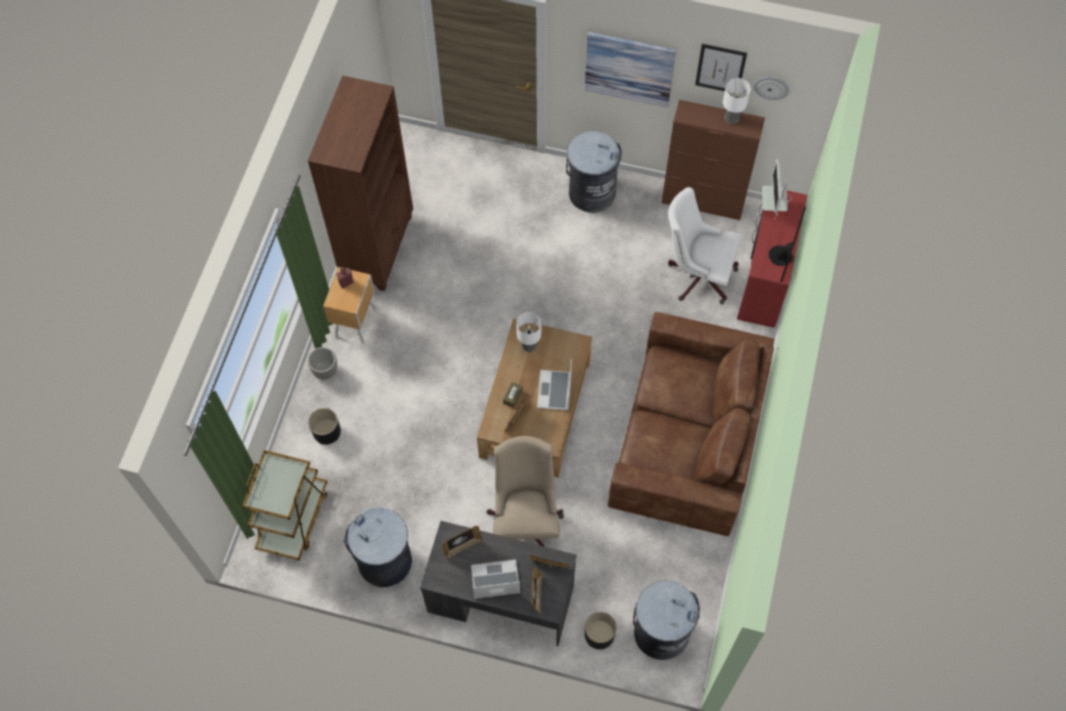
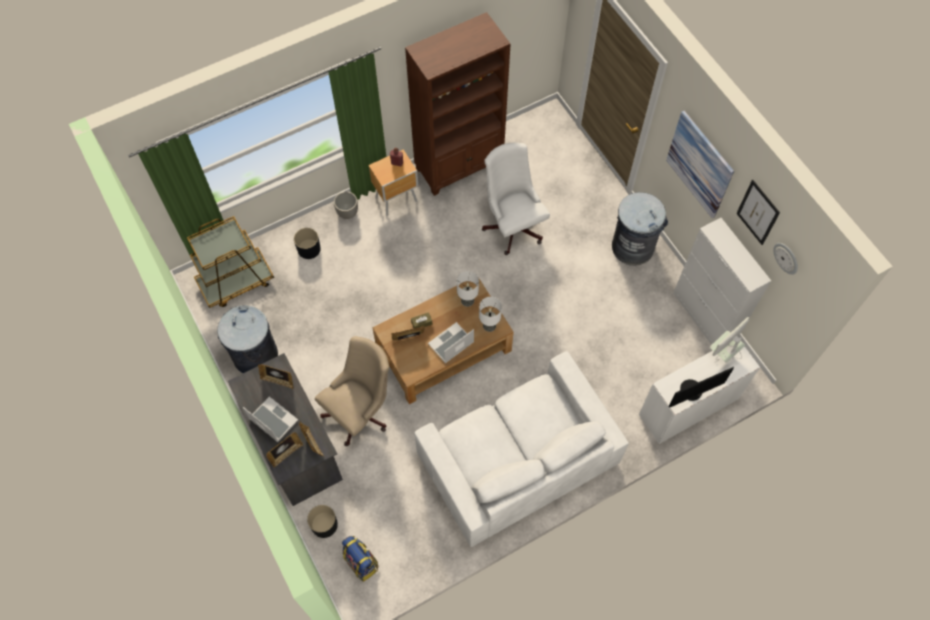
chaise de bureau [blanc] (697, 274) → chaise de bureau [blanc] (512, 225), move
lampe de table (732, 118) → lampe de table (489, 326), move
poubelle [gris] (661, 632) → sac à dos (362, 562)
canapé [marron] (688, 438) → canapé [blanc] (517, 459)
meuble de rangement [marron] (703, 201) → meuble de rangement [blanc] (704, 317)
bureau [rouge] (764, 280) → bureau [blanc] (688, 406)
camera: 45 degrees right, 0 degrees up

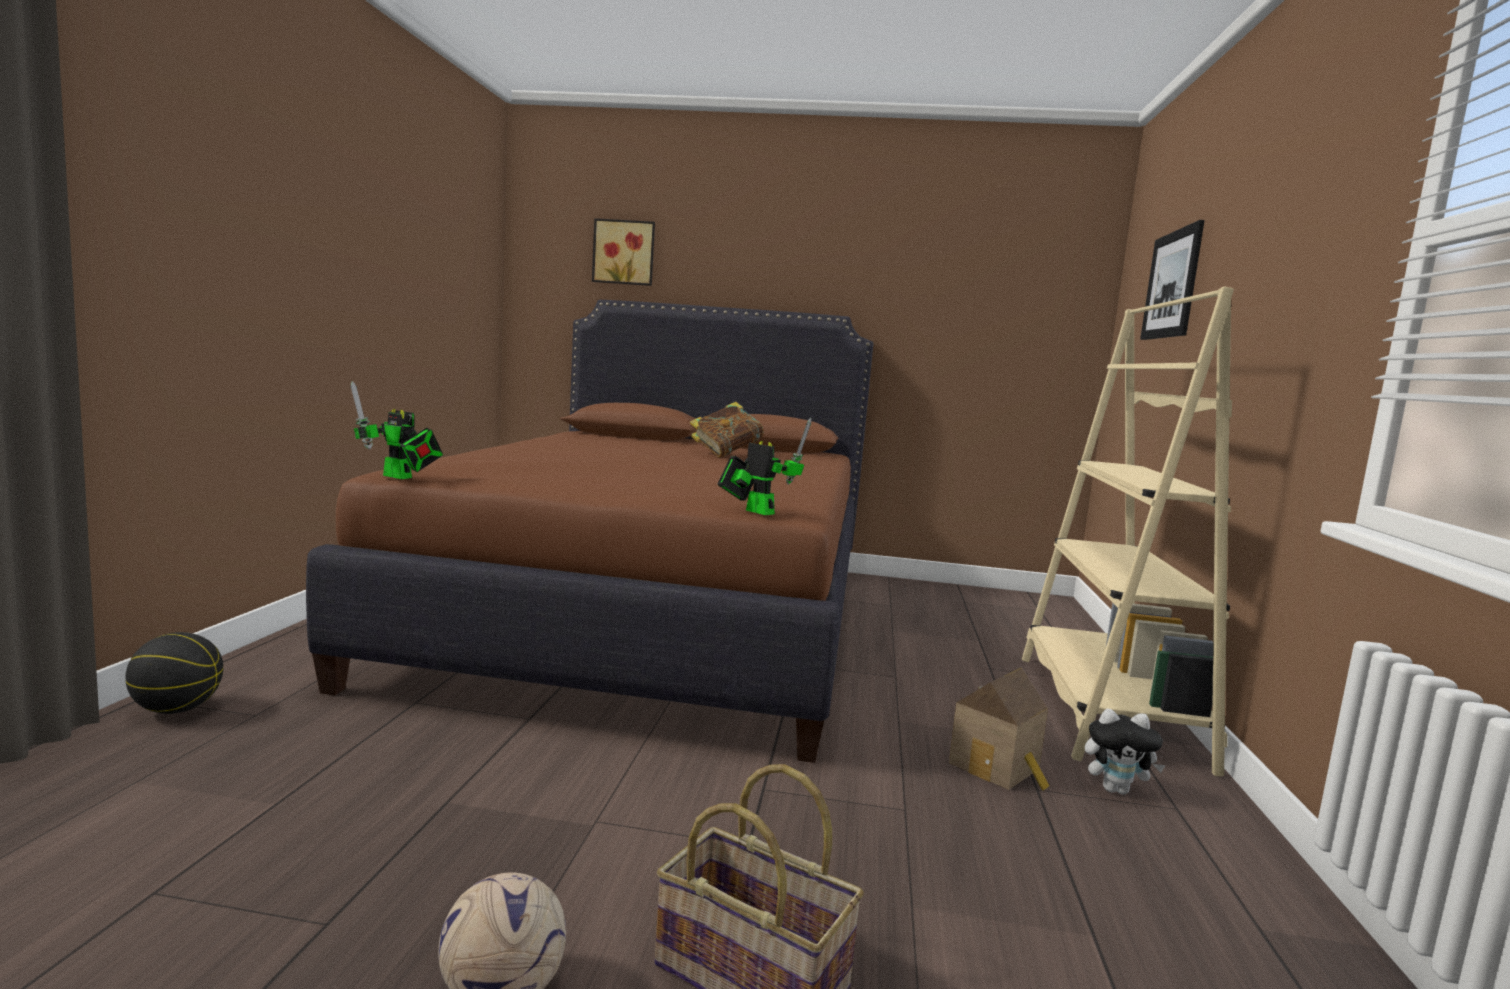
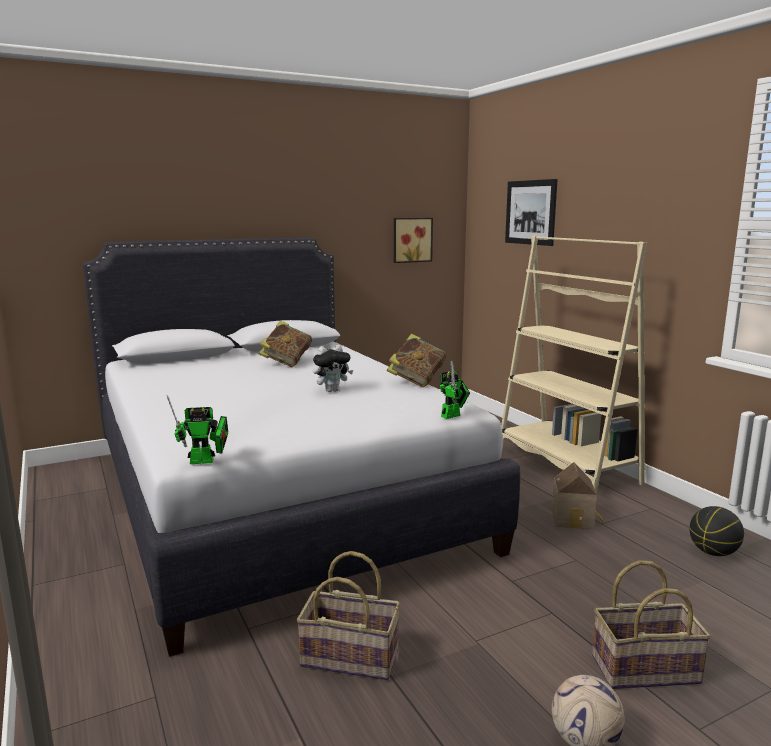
- → panier (351, 656)
- → livre (416, 381)
ballon de basket (177, 710) → ballon de basket (713, 552), move
tableau (624, 252) → tableau (411, 240), move
peluche (1116, 789) → peluche (332, 390), move
lit [marron] (653, 617) → lit [blanc] (276, 498)
robot jouet (756, 511) → robot jouet (453, 415), 135 degrees clockwise
camera: 35 degrees left, 5 degrees up

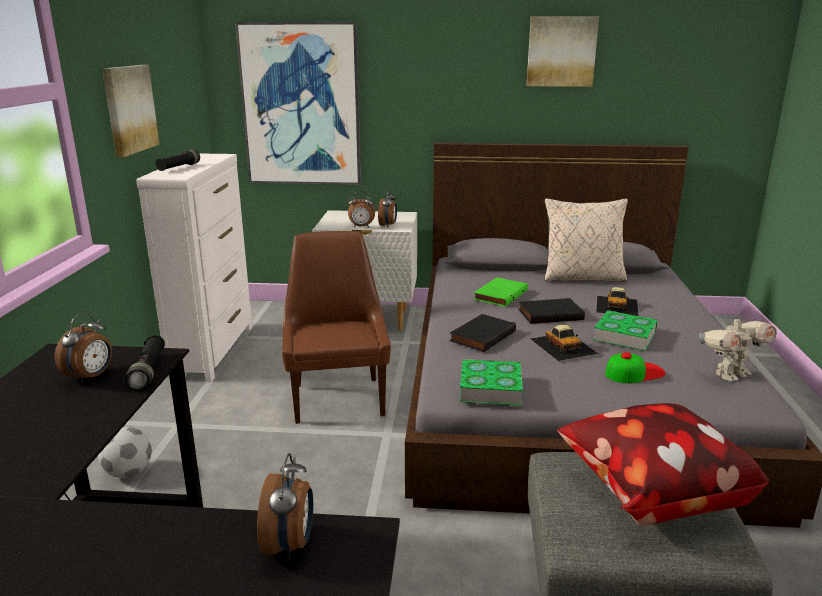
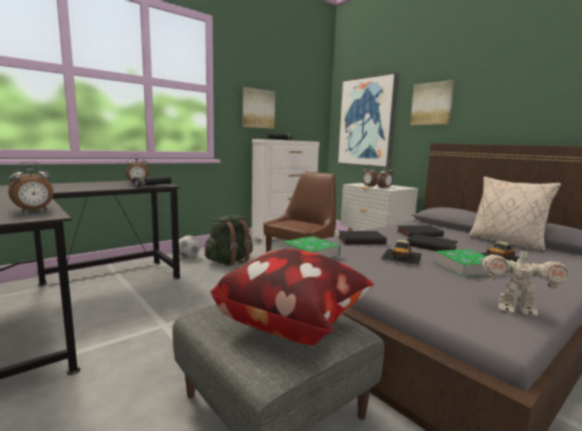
casquette (634, 372) → -
- → sac à dos [vert] (229, 261)
tableau (561, 51) → tableau (432, 104), move
livre [vert] (499, 295) → livre [noir] (419, 233)
camera: 45 degrees right, 10 degrees down

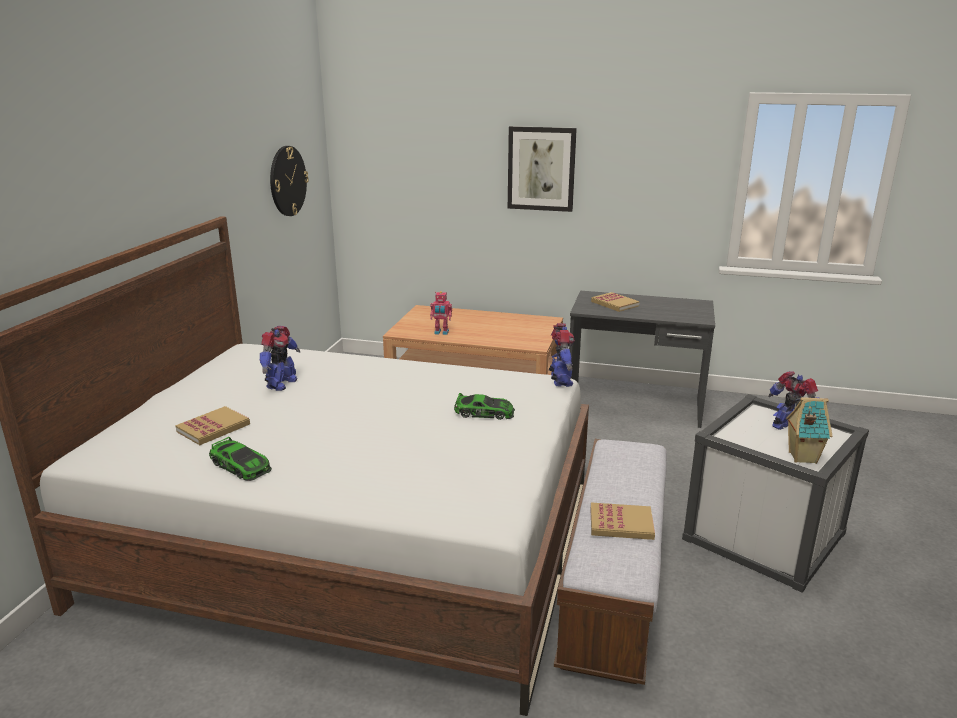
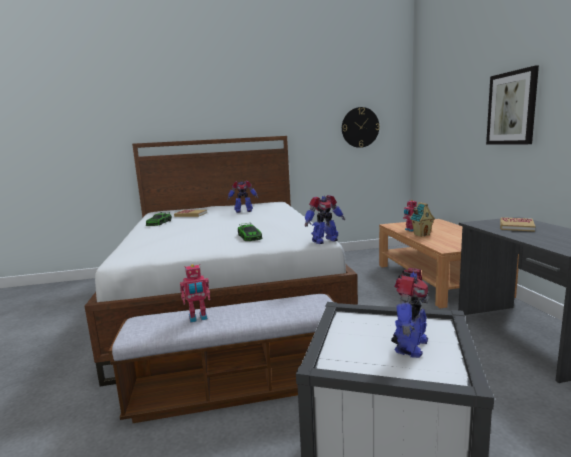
maison miniature (801, 457) → maison miniature (421, 235), move
livre (621, 524) → robot jouet (198, 318)
camera: 65 degrees right, 10 degrees down

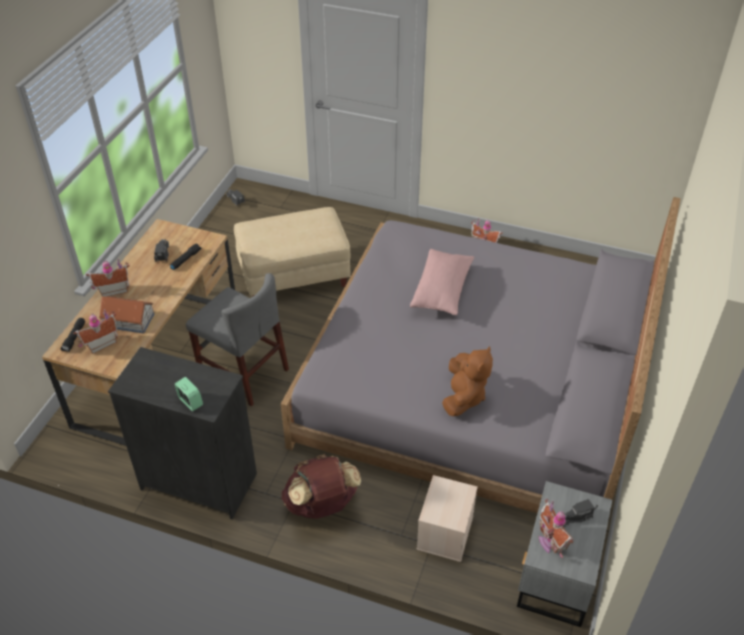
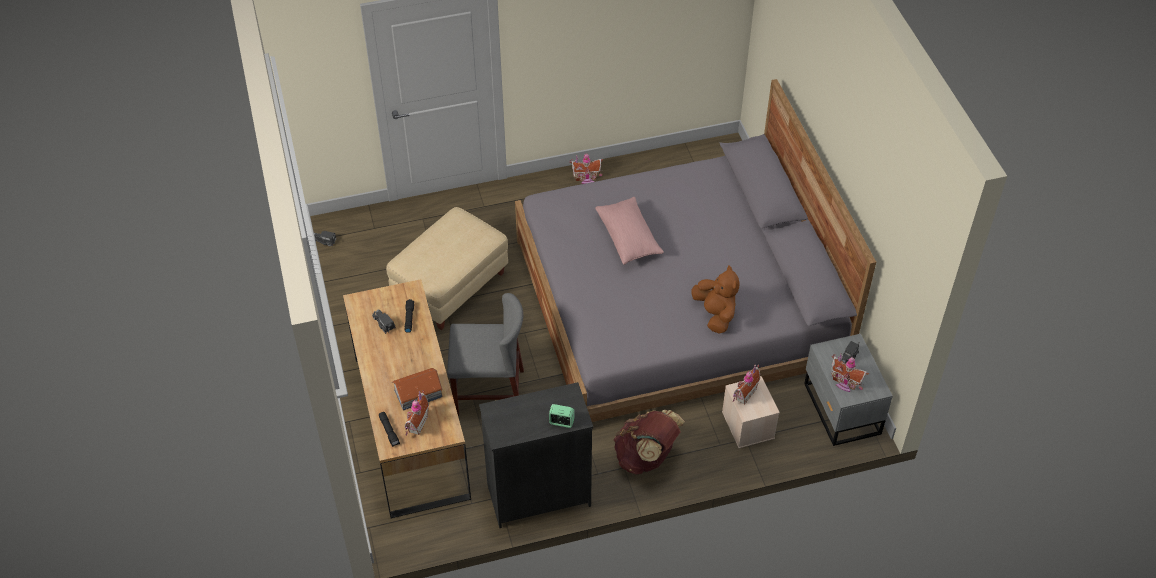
maison miniature (113, 290) → maison miniature (743, 394), move
camera: 35 degrees left, 5 degrees up

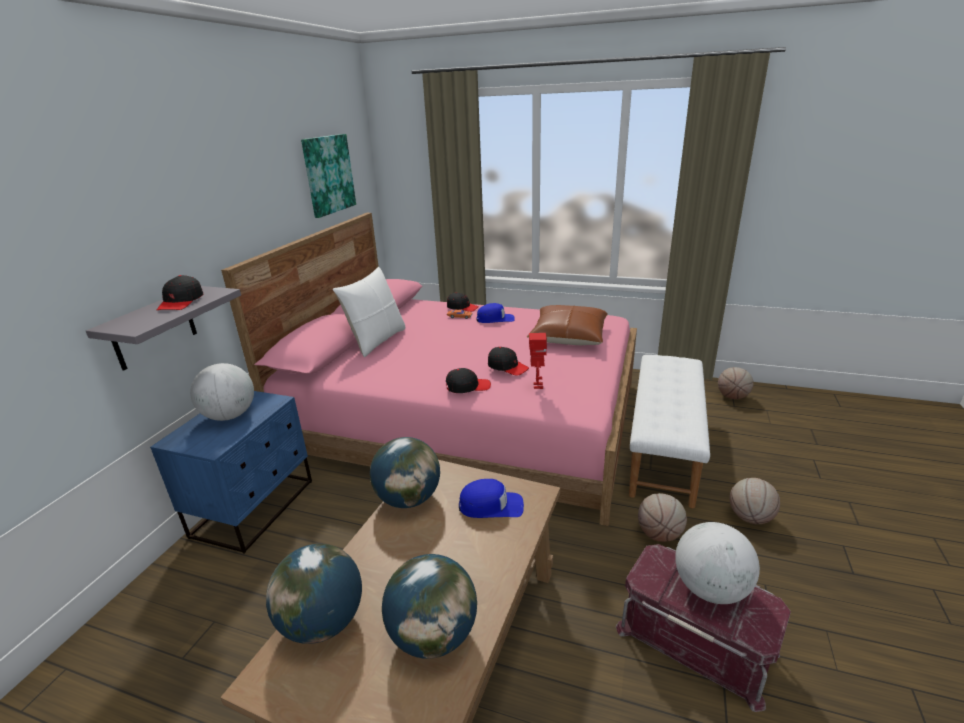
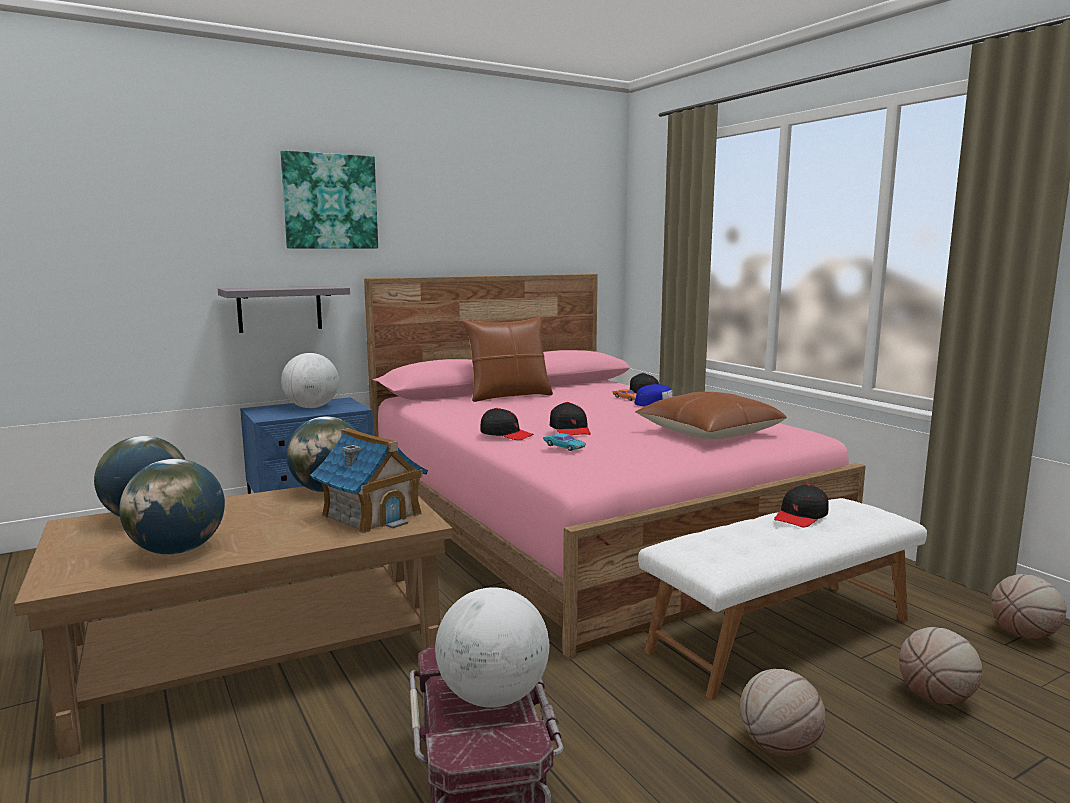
casquette [noir] (181, 302) → casquette [noir] (801, 516), move
tableau (328, 174) → tableau (330, 201), move
ballon de basket (659, 534) → ballon de basket (936, 698), move
casquette [bleu] (491, 505) → maison miniature (372, 515)
robot jouet (537, 386) → petite voiture [turquoise] (564, 446)
coussin [blanc] (376, 341) → coussin [marron] (508, 396)
camera: 40 degrees right, 15 degrees down

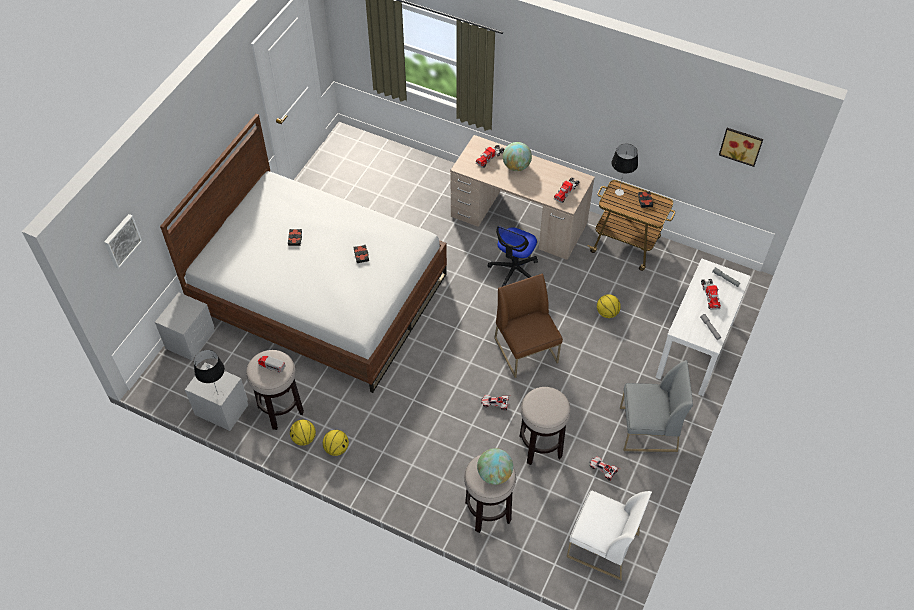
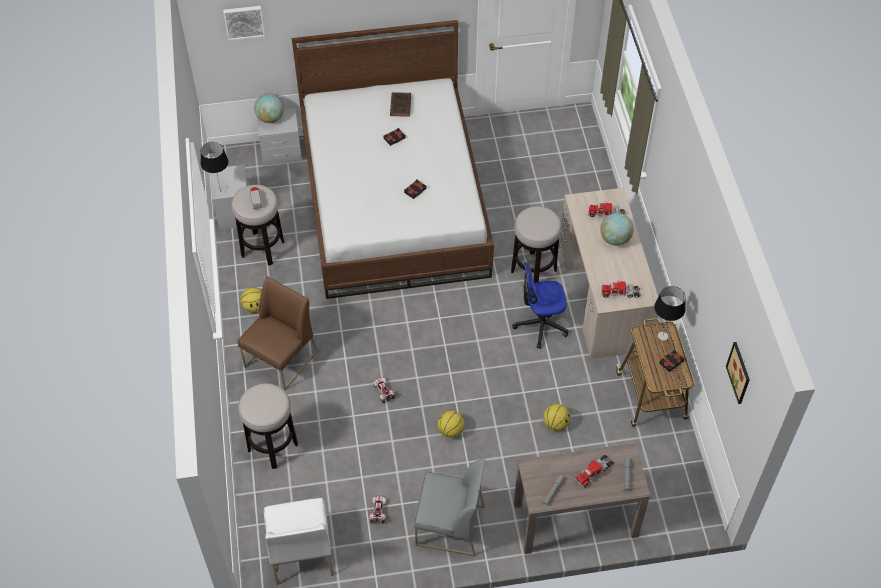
- → livre [marron] (400, 105)
ballon de basket (304, 438) → ballon de basket (450, 431), move
globe (494, 474) → globe (270, 118), move
chaise [marron] (526, 350) → chaise [marron] (281, 360), move
tabouret (540, 446) → tabouret (533, 270), move
table console [blanc] (695, 349) → table console [marron] (575, 520)
chaise [gris] (647, 430) → chaise [gris] (449, 526), 45 degrees counterclockwise
camera: 55 degrees right, 0 degrees up

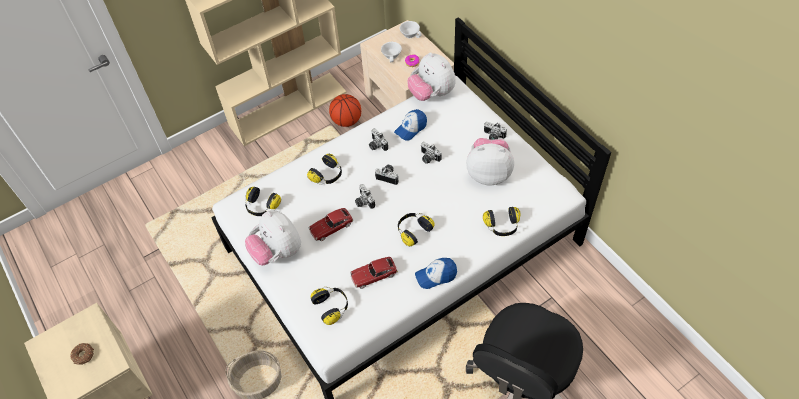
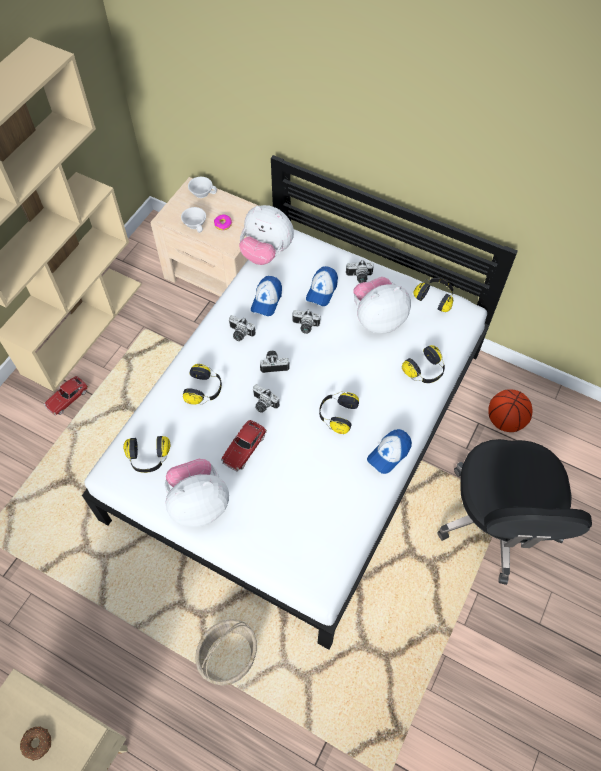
- → casquette (322, 290)
casque audio (332, 307) → casque audio (435, 298), move
ballon de basket (346, 121) → ballon de basket (505, 421), move
petite voiture (374, 275) → petite voiture (68, 398), move
peluche (277, 252) → peluche (198, 503), 135 degrees clockwise
camera: 30 degrees left, 5 degrees up

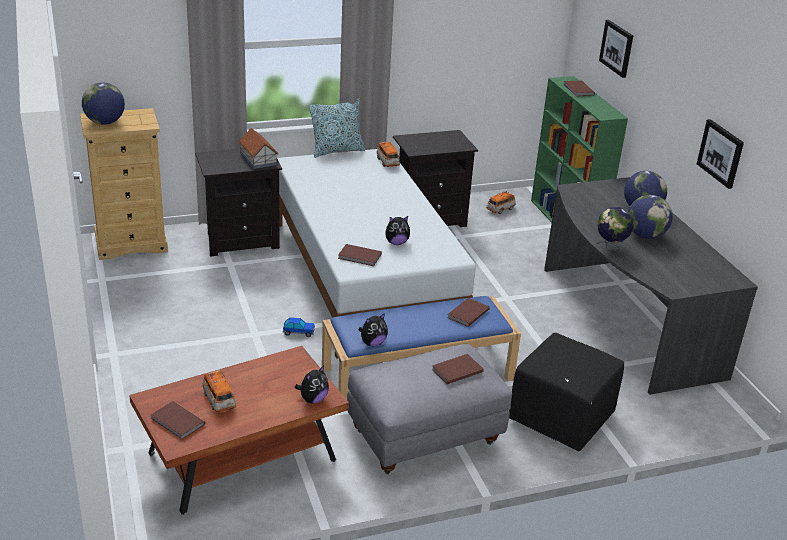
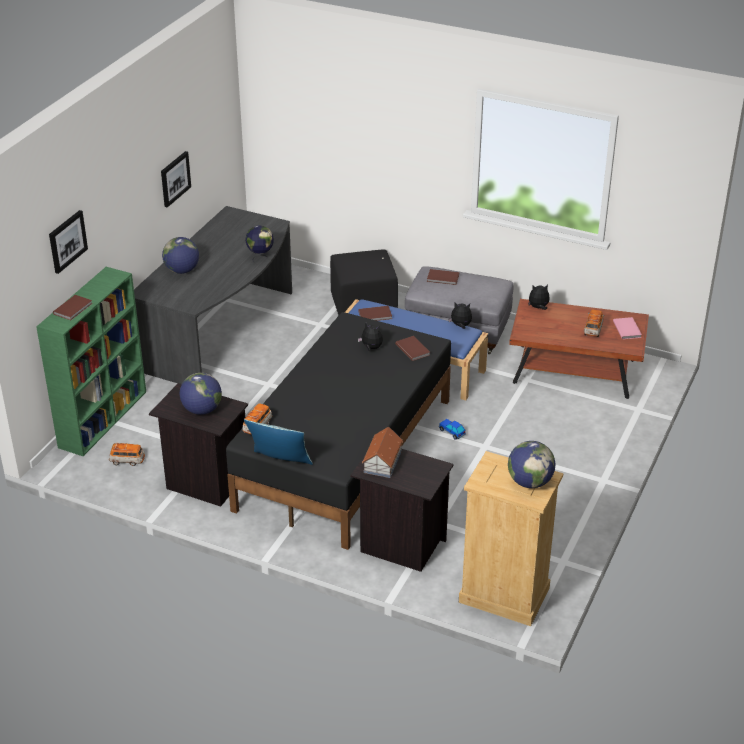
globe (645, 235) → globe (202, 410), move
livre [marron] (177, 422) → livre [rose] (627, 329)
lit [blanc] (364, 276) → lit [noir] (343, 453)
camera: 135 degrees left, 5 degrees up

